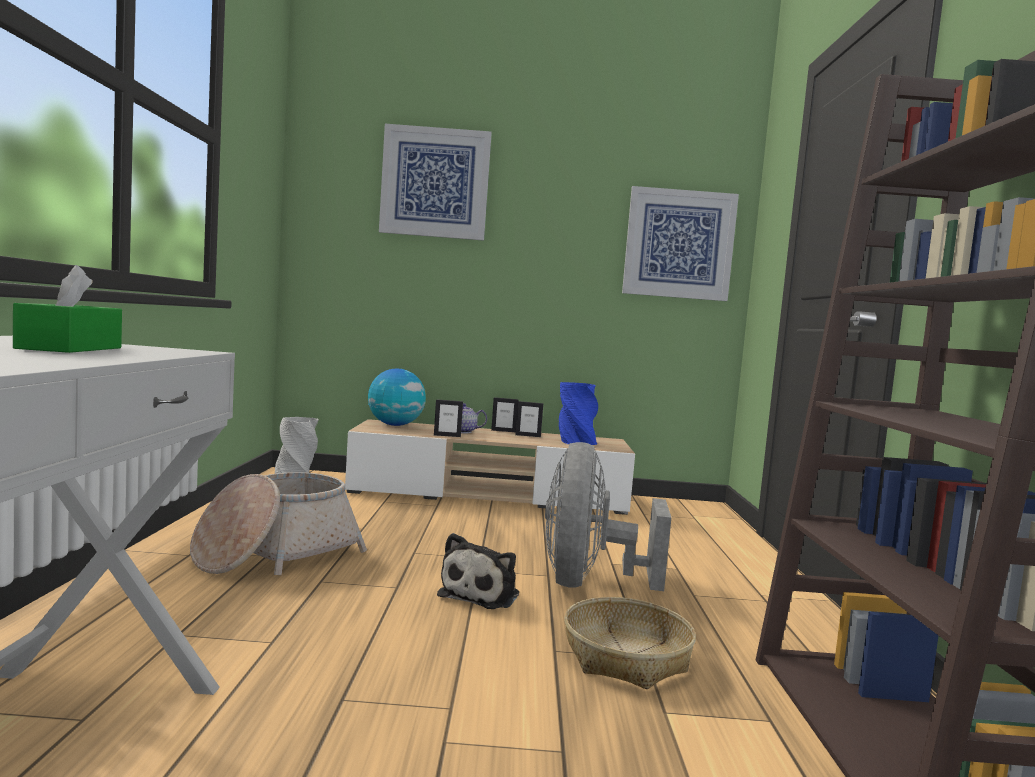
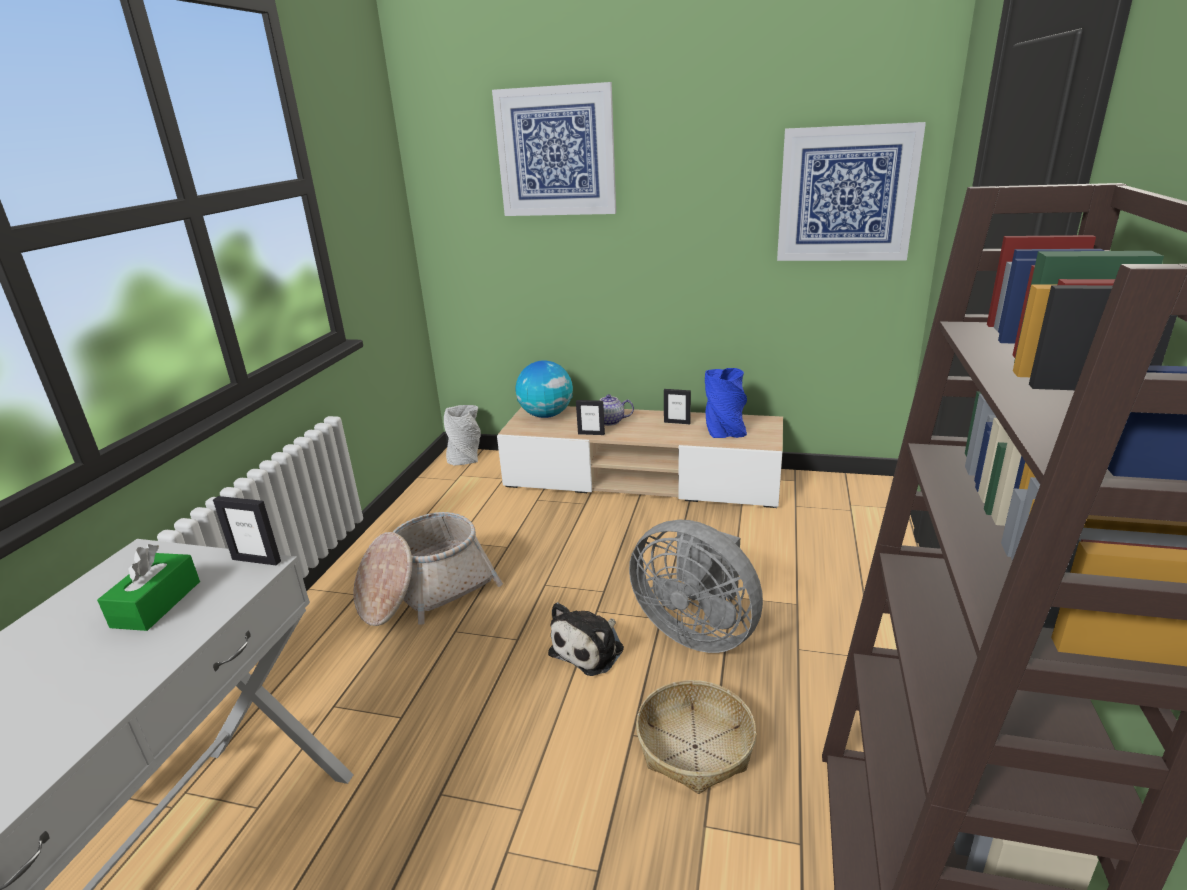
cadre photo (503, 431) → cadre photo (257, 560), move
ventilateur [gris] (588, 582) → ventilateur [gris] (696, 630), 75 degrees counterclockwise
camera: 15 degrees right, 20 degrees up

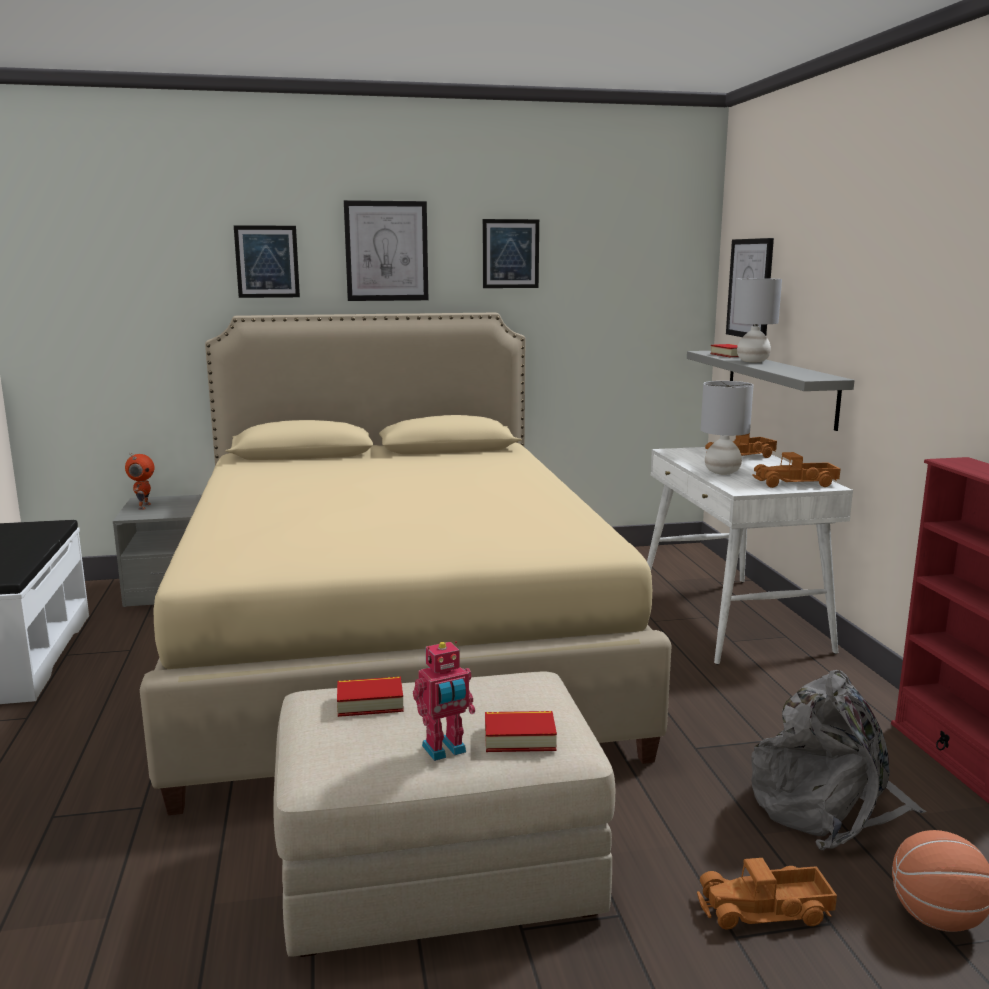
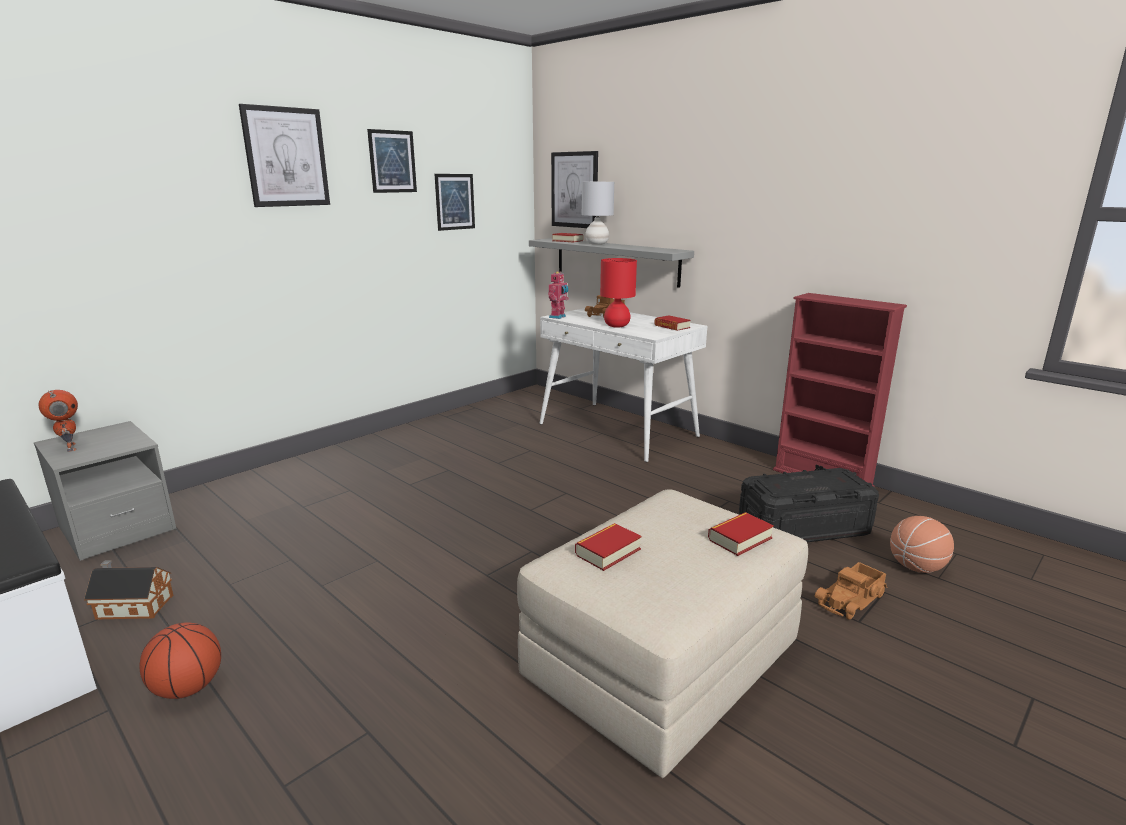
lit [beige] (393, 647) → -
- → maison miniature (132, 606)
- → ballon de basket (188, 688)
tableau (267, 261) → tableau (455, 202), move
robot jouet (445, 750) → robot jouet (558, 317), move
sac à dos [gris] (827, 806) → boîte de rangement [noir] (804, 528)
camion jouet (795, 483) → livre (672, 326)
lampe de table [gris] (722, 472) → lampe de table [rouge] (616, 326)
camera: 35 degrees left, 5 degrees up

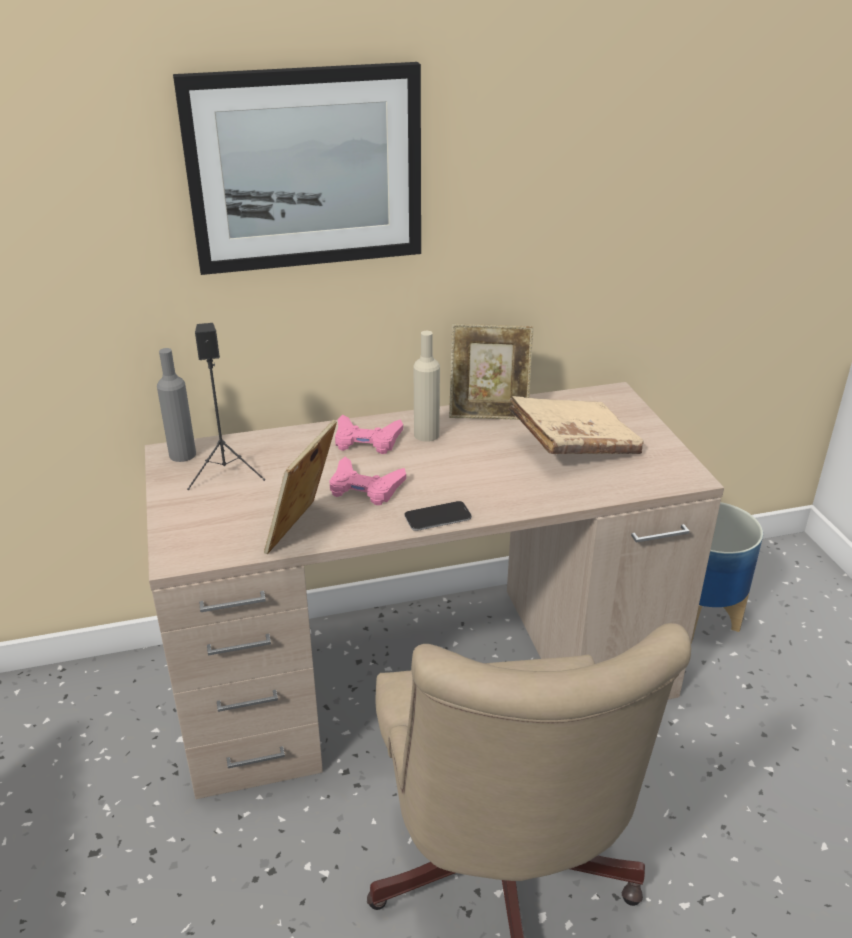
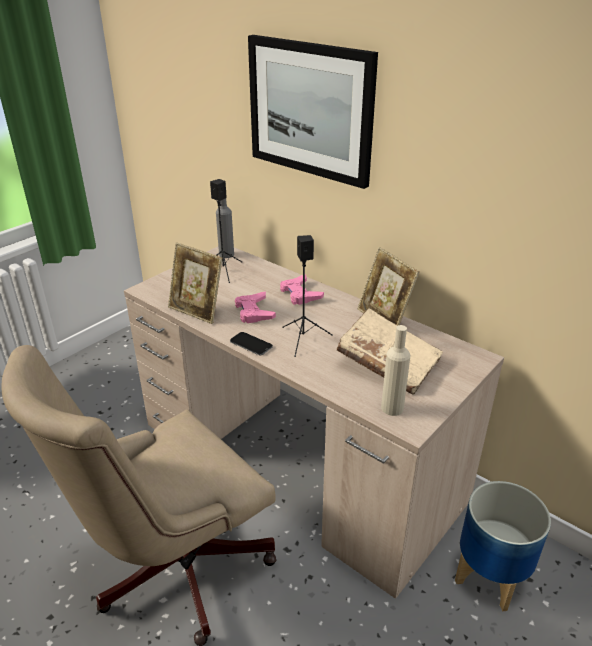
- → enceinte [noir] (303, 339)
bouteille [beige] (426, 434) → bouteille [beige] (392, 408), move
cadre photo (304, 531) → cadre photo (197, 311), 135 degrees counterclockwise
camera: 55 degrees right, 0 degrees up

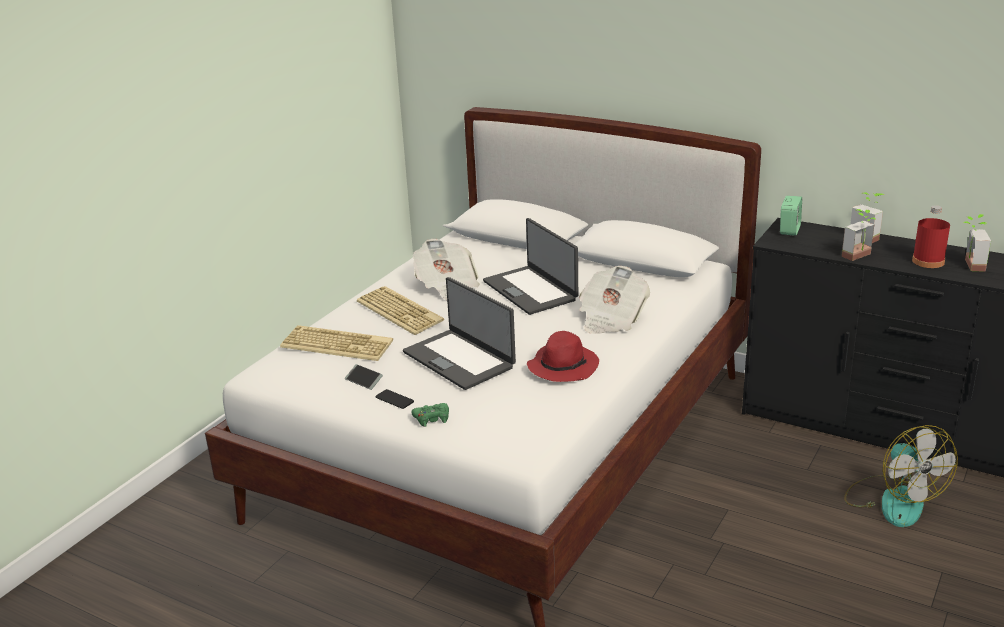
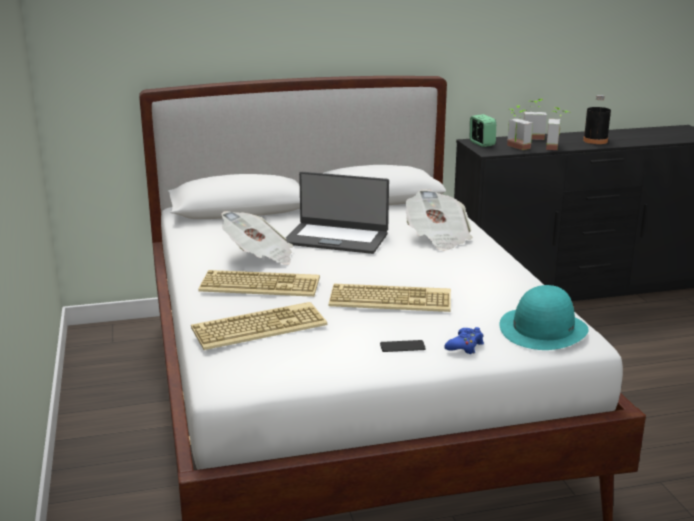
téléphone (364, 380) → -
chapeau [rouge] (563, 366) → -
ventilateur (893, 500) → -
- → chapeau [turquoise] (543, 329)
plante en pot (968, 265) → plante en pot (515, 147), move
ordinateur portable (459, 359) → clavier (391, 299)
manette [vert] (432, 418) → manette [bleu] (465, 346)
bouteille [rouge] (928, 261) → bouteille [noir] (595, 141)
camera: 45 degrees left, 5 degrees down

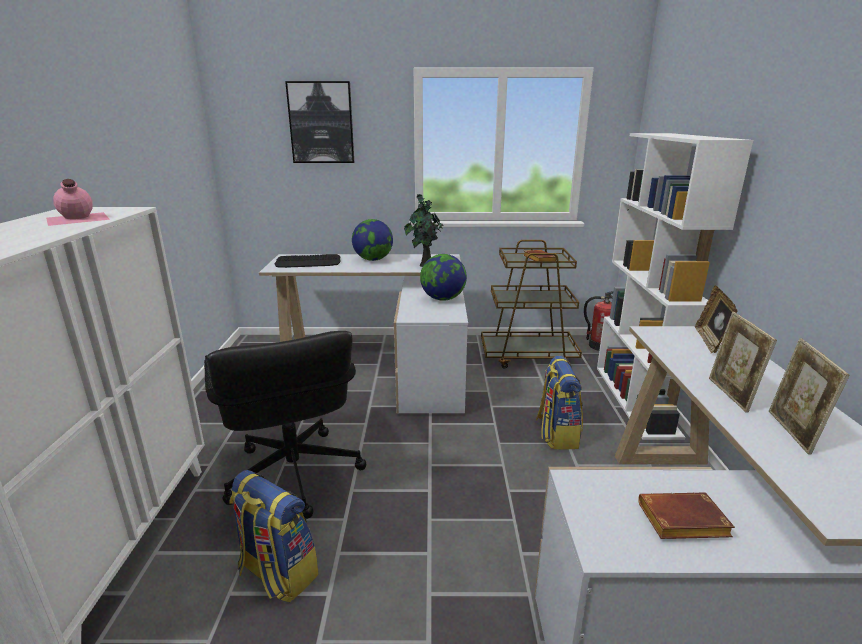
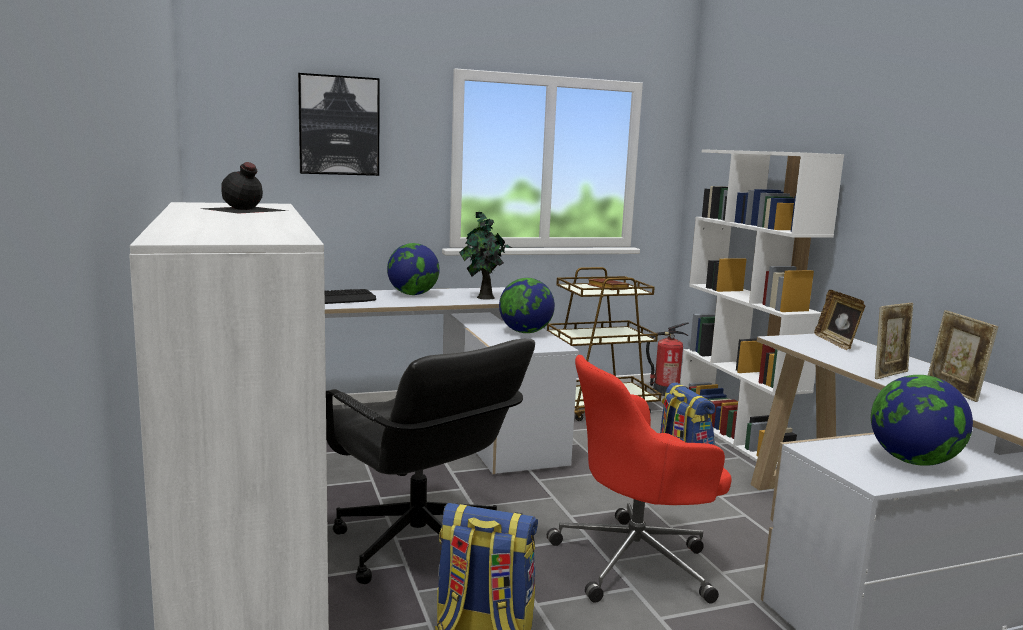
- → chaise de bureau [rouge] (637, 561)
livre [marron] (681, 523) → globe (913, 461)
bouteille [rose] (76, 218) → bouteille [noir] (244, 209)
cadre photo (730, 395) → cadre photo (889, 374), 105 degrees counterclockwise
camera: 20 degrees left, 10 degrees down

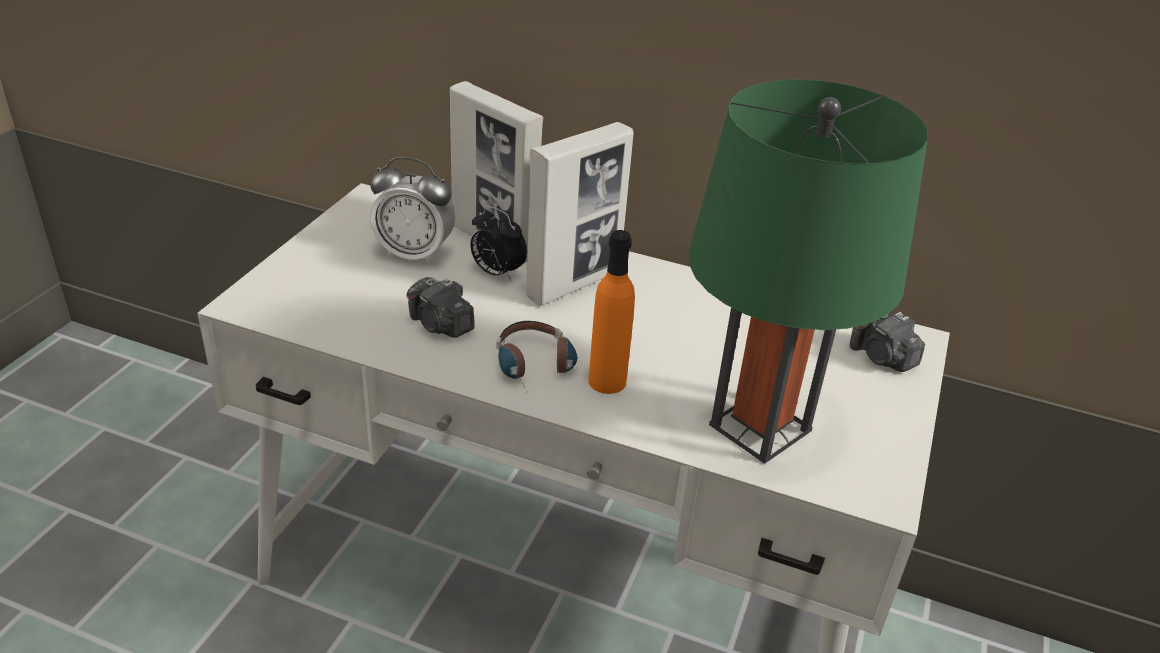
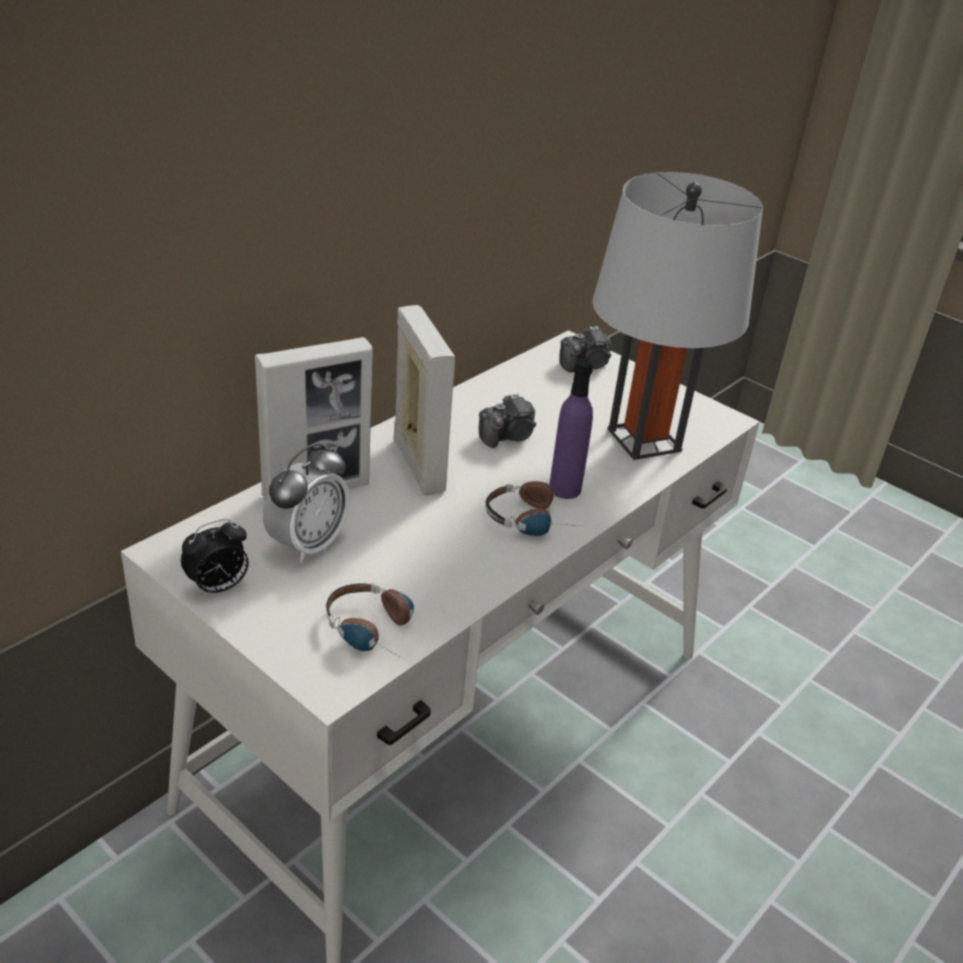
- → casque audio (377, 631)
appareil photo (440, 325) → appareil photo (508, 436), move
réveil (496, 273) → réveil (218, 587), move
bouteille [orange] (607, 381) → bouteille [violet] (565, 489)
lampe de table [vert] (760, 428) → lampe de table [gris] (644, 440)
camera: 70 degrees left, 0 degrees up

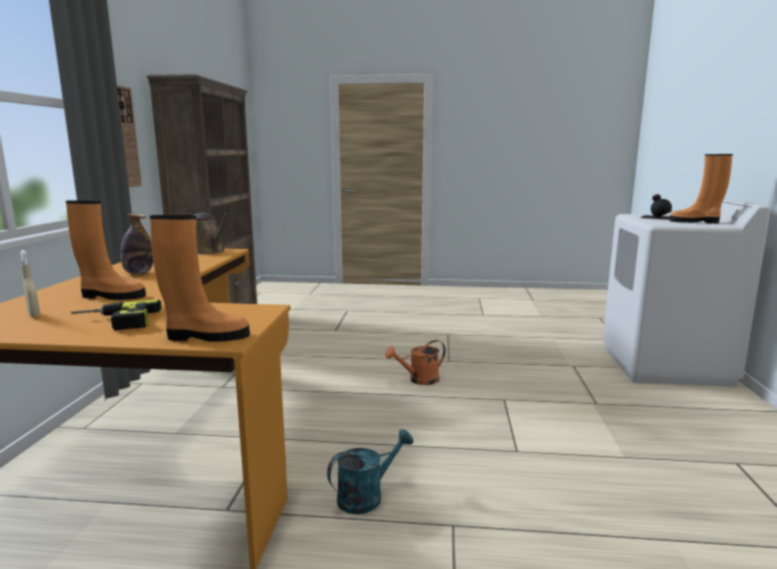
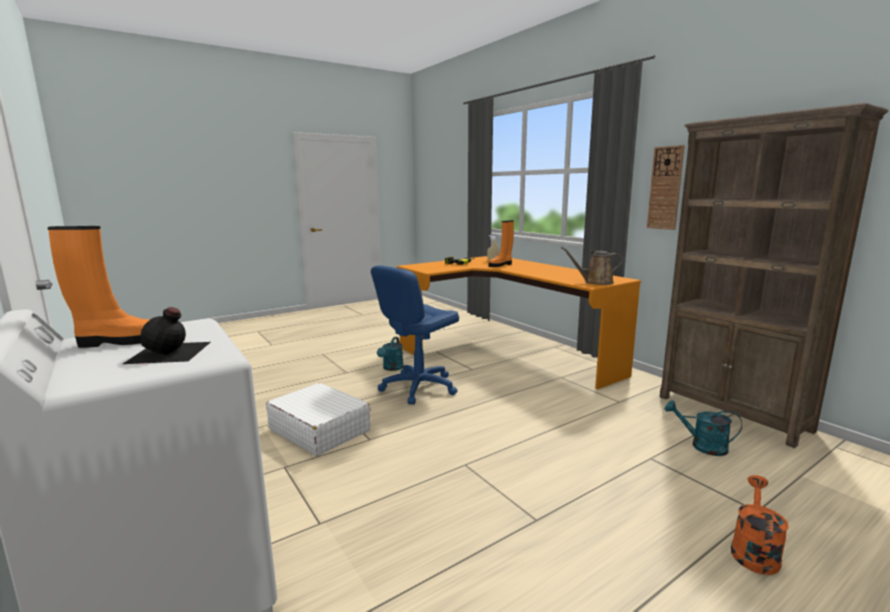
bouteille (138, 273) → -
botte [orange] (205, 336) → -
- → valise [blanc] (319, 430)
- → chaise de bureau [bleu] (418, 387)
- → arrosoir [turquoise] (702, 446)
arrosoir [orange] (419, 380) → arrosoir [orange] (753, 550), move
camera: 140 degrees right, 0 degrees up

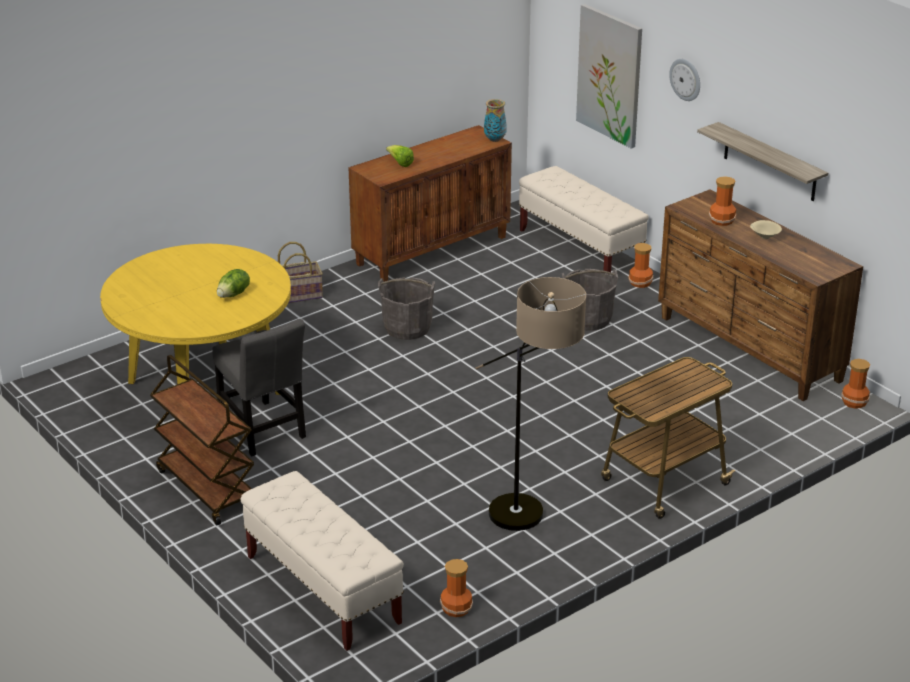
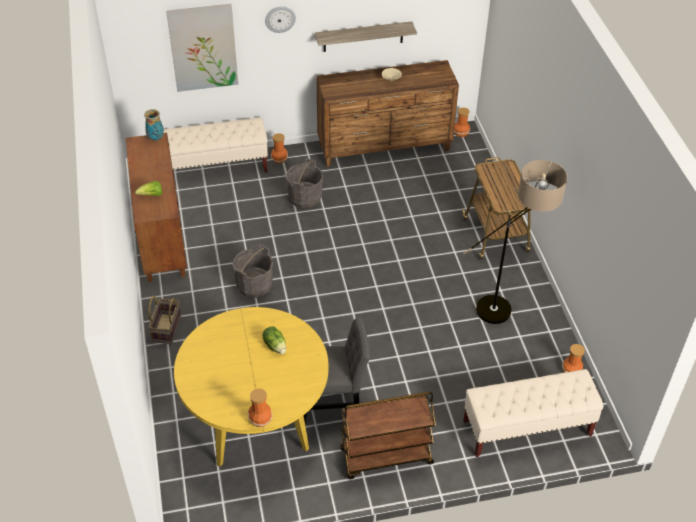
vase (722, 220) → vase (260, 418), move
camera: 65 degrees left, 15 degrees up

